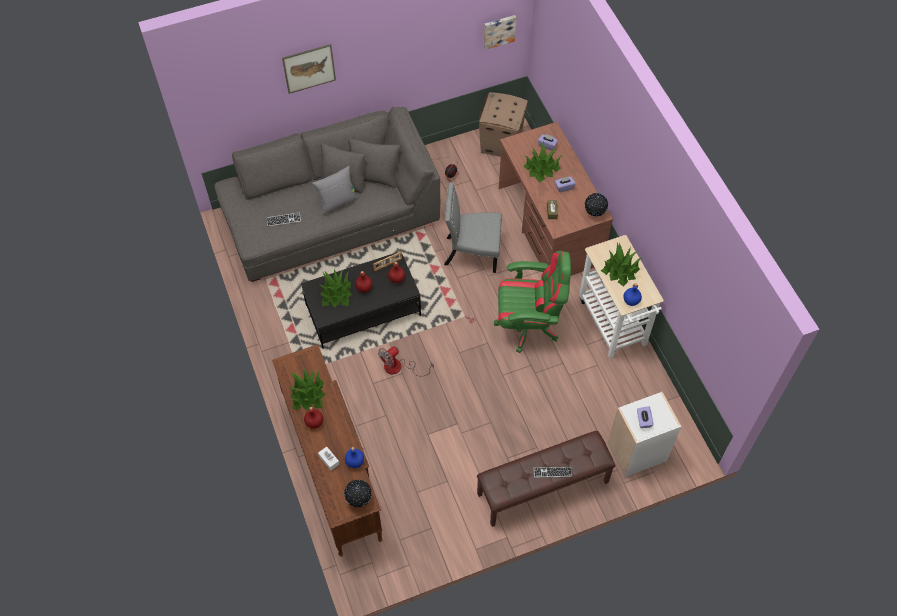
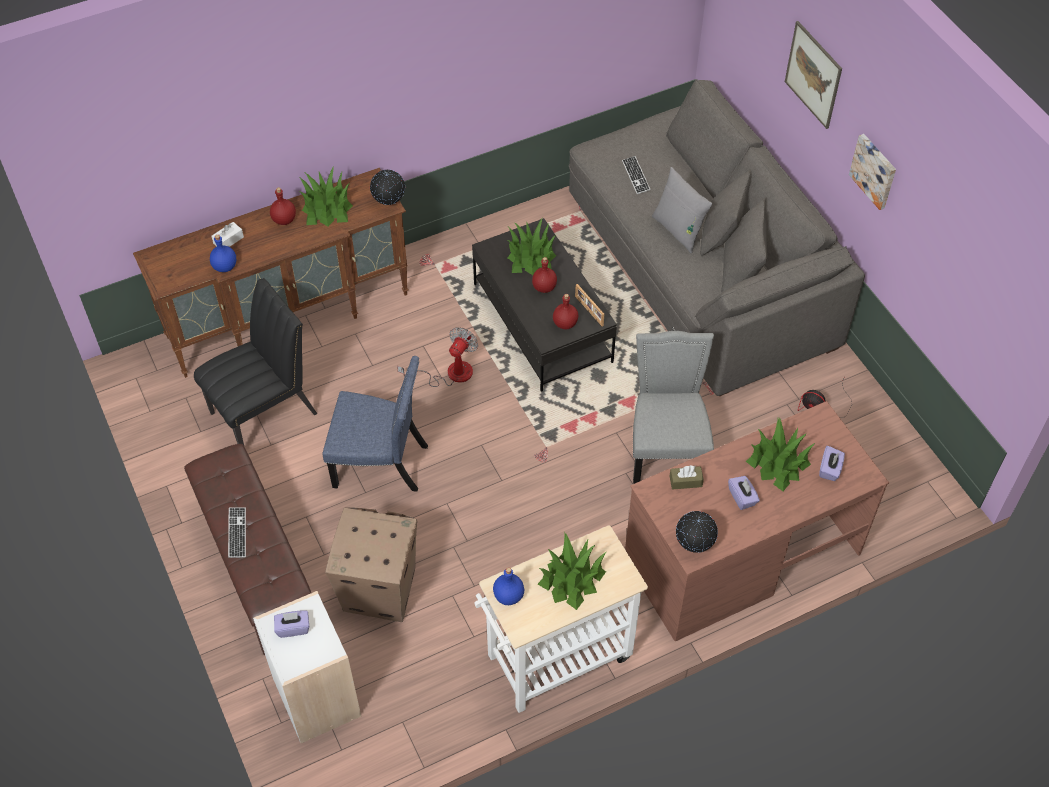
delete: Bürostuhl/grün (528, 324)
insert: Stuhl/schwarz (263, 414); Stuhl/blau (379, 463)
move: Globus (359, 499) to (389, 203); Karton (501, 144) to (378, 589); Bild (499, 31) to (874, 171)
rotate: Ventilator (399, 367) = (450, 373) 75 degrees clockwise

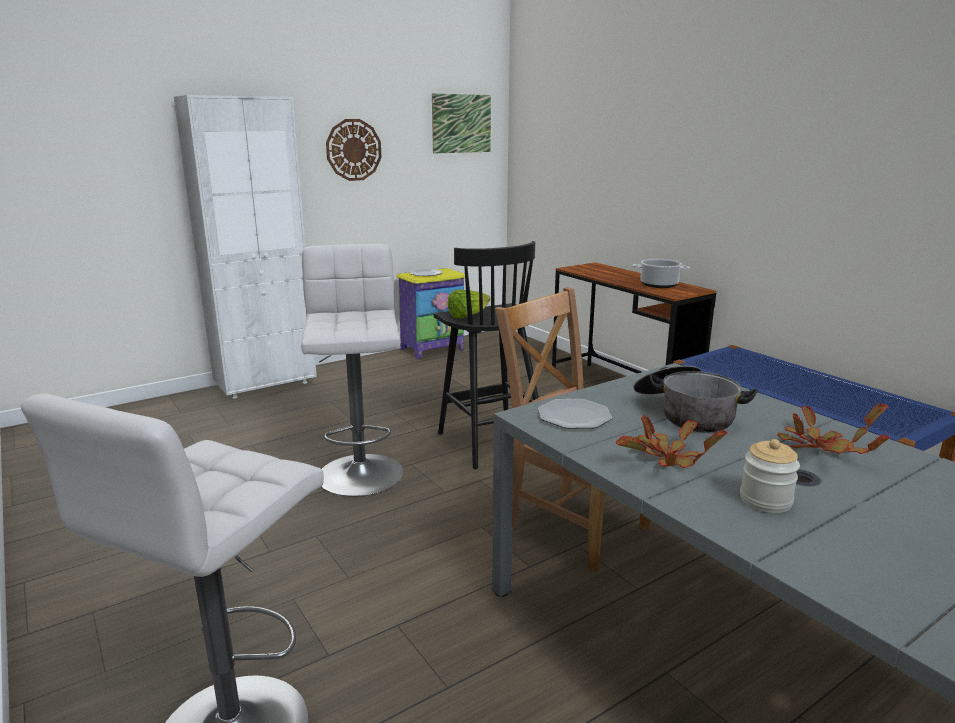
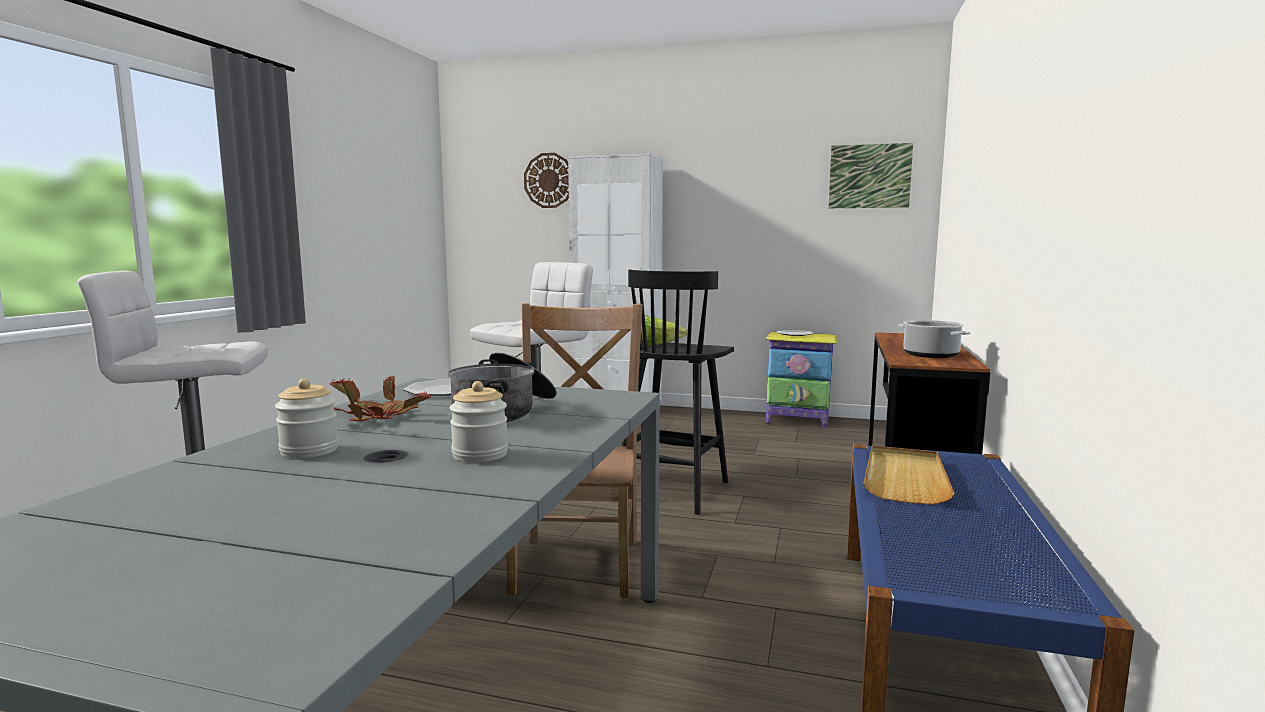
insert: Tablett/beige (905, 478)
move: Wanduhr (353, 150) to (549, 180)
replace: Topfpflanze (821, 448) to Vorratsglas (480, 454)

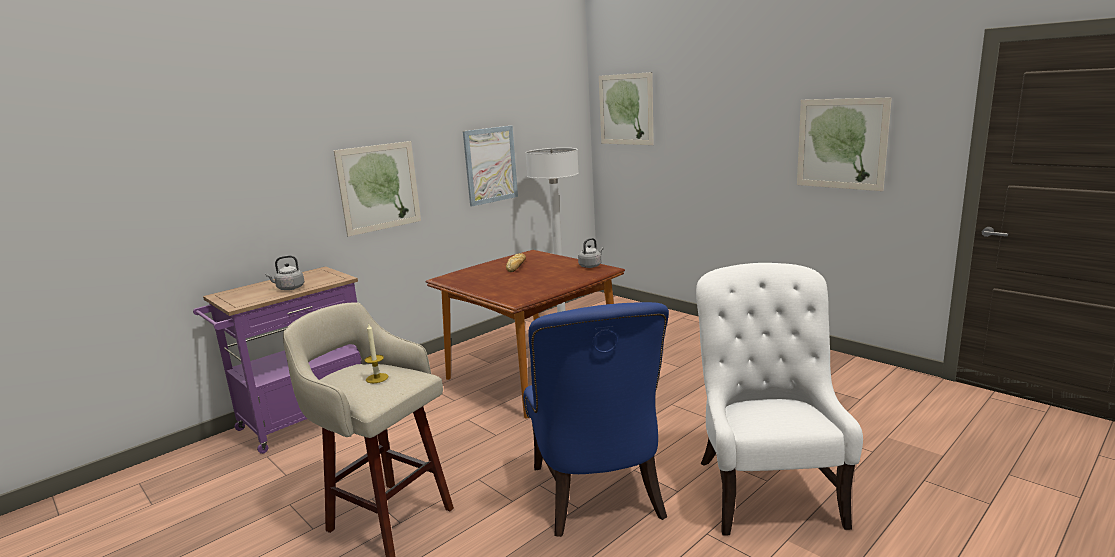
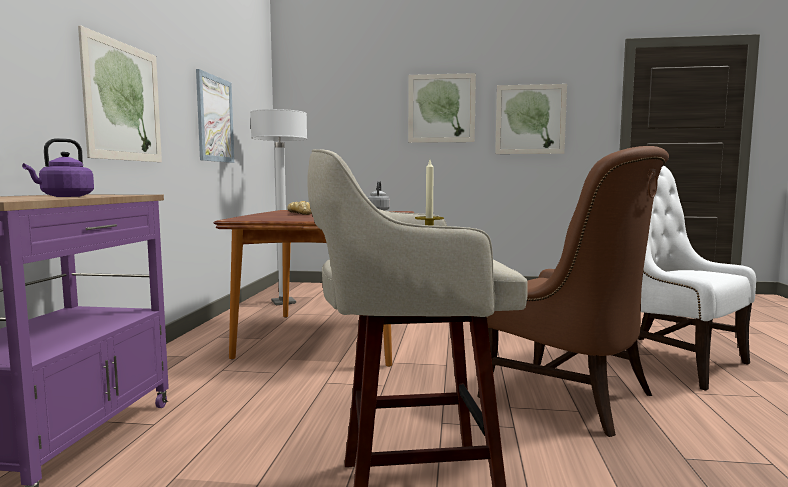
move: Bild (626, 109) to (441, 108)
recolor: Wasserkessel/grau (289, 288) to Wasserkessel/lila (64, 196); Stuhl/blau (598, 492) to Stuhl/braun (569, 395)

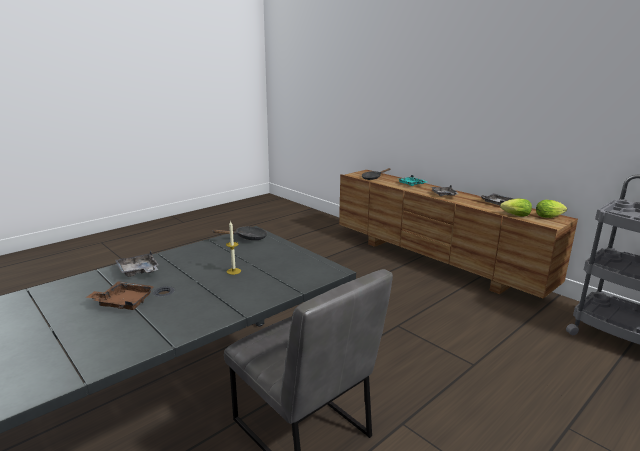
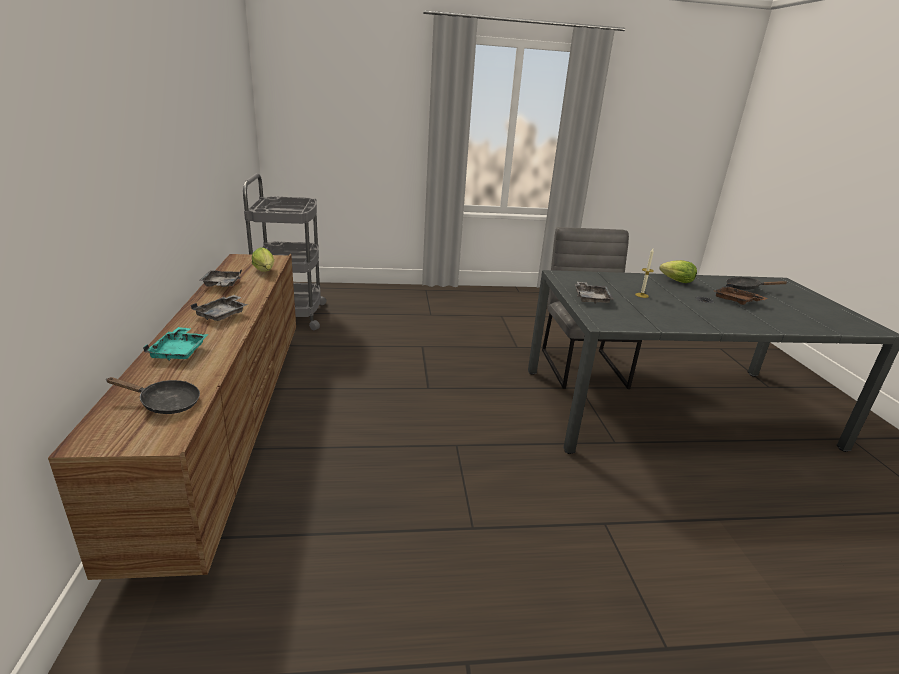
move: Tablett/grau (138, 271) to (591, 298); Pfanne/schwarz (248, 238) to (745, 288); Salatkopf (550, 217) to (674, 281)

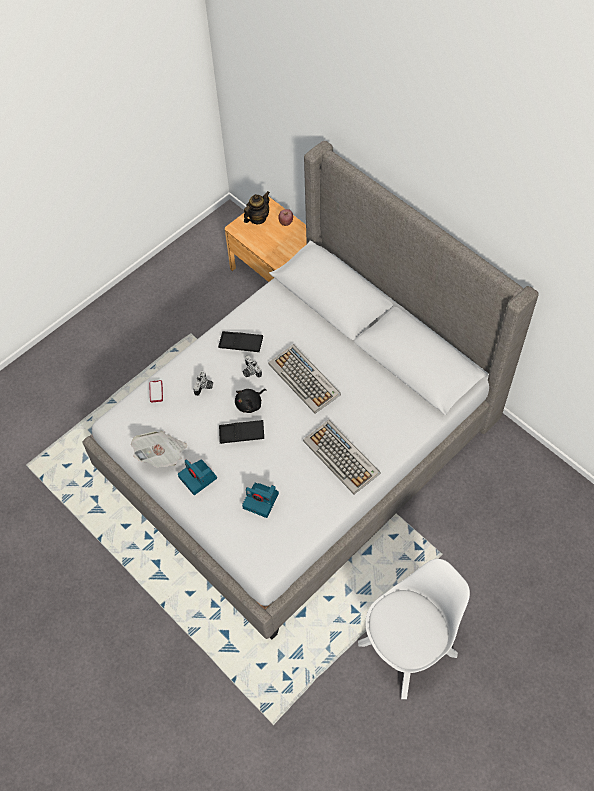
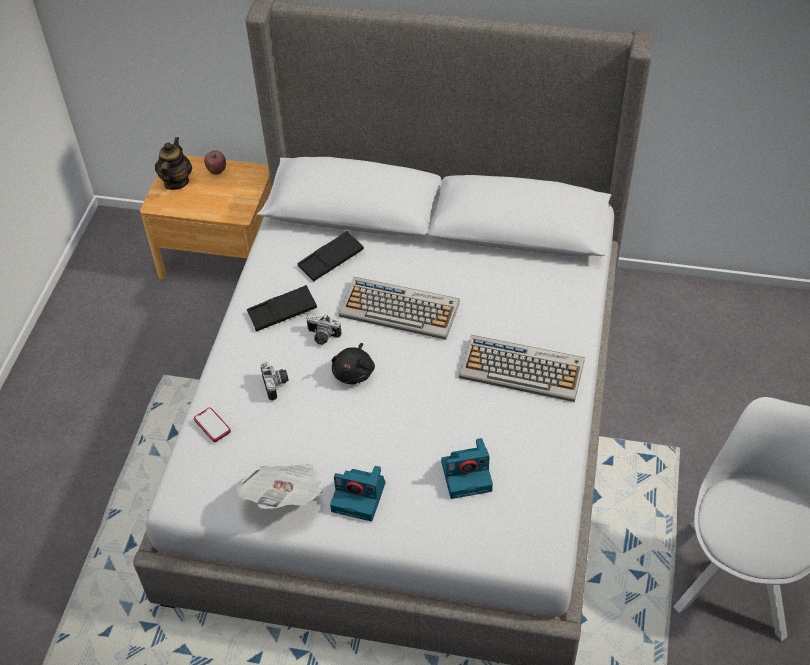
move: Tablett/schwarz (241, 433) to (331, 260)

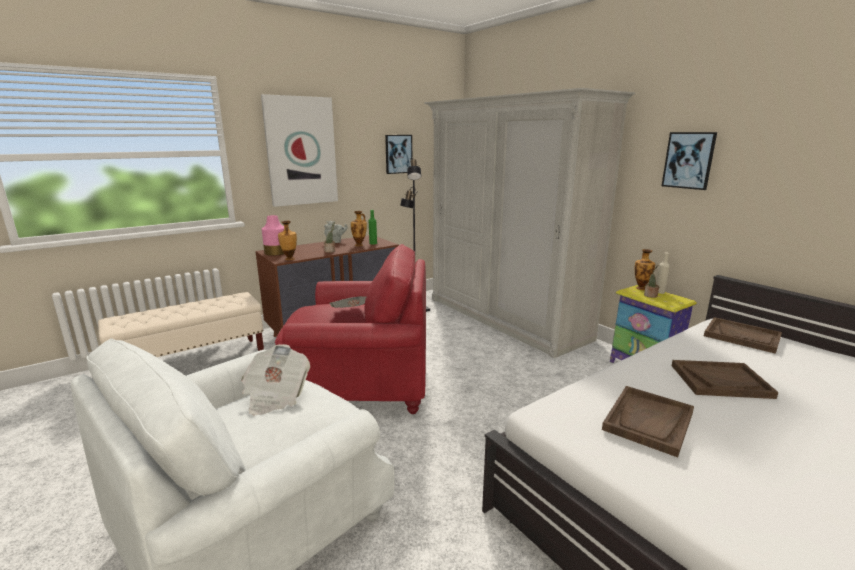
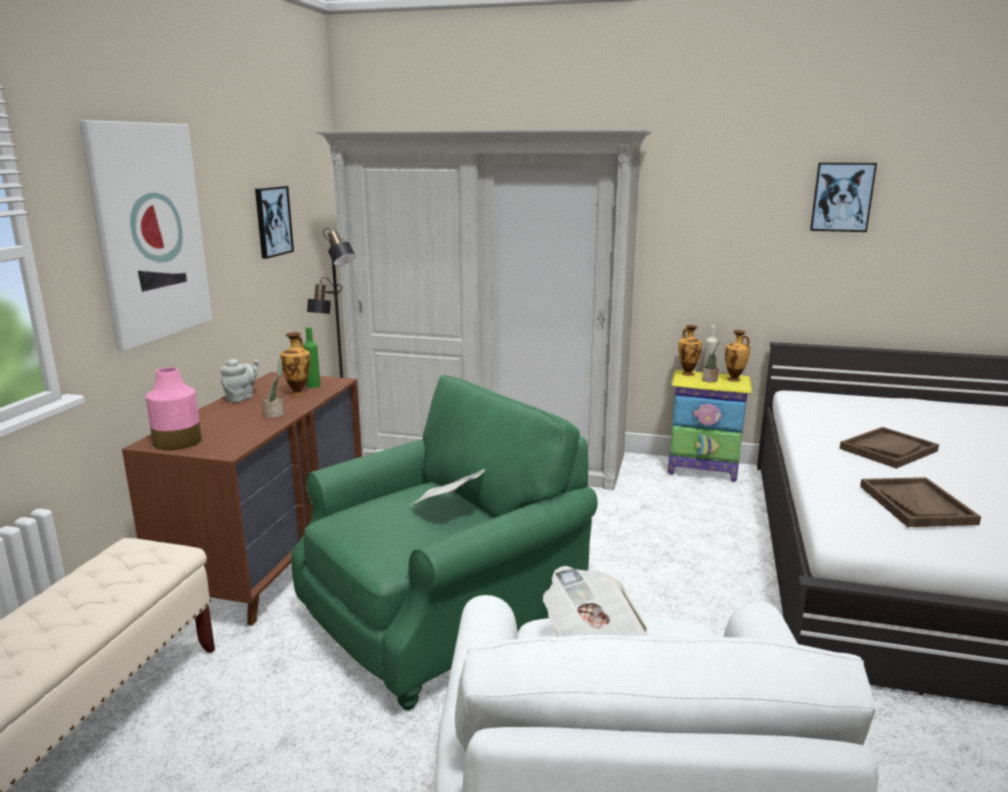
delete: Tablett/braun (742, 336)
move: Vase (289, 259) to (734, 380); Bild (688, 160) to (842, 197)
recolor: Sessel/rot (359, 383) to Sessel/grün (443, 619)

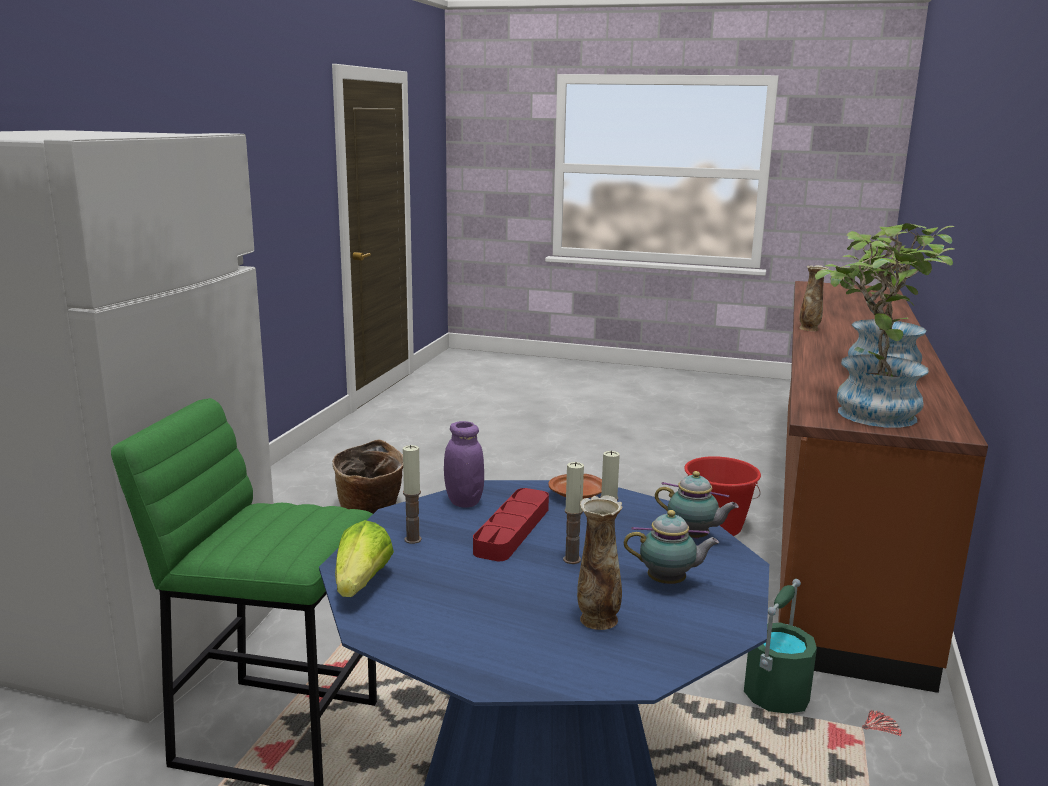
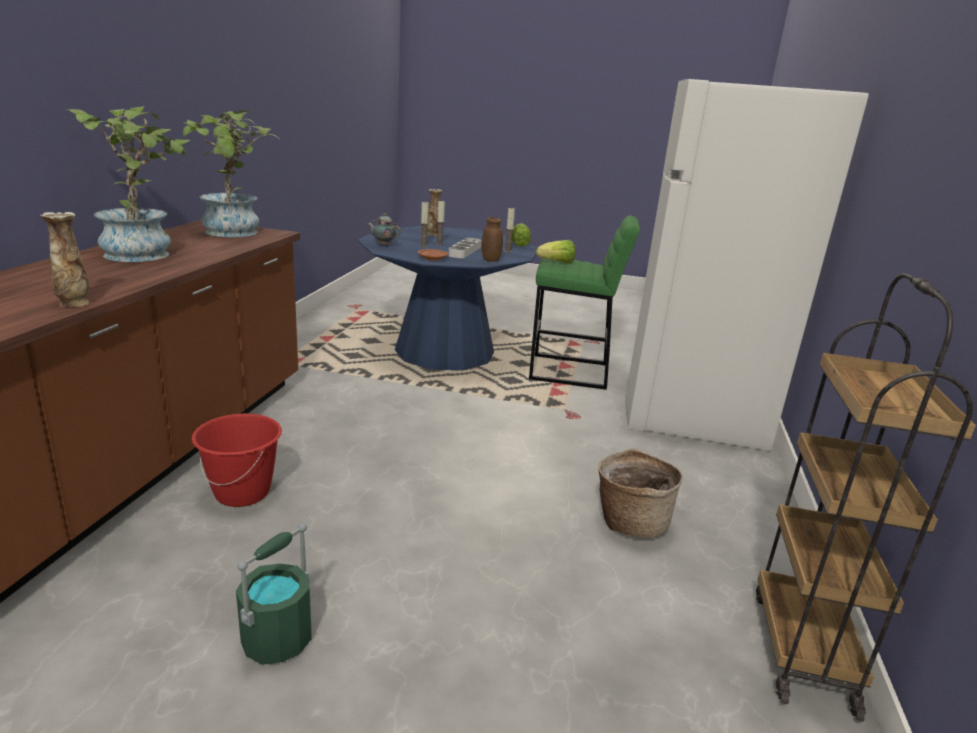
delete: Teekanne (669, 582)
insert: Salatkopf (557, 262); Rollwagen/braun (803, 651)
move: Eimer/grün (776, 695) to (276, 640)
recolor: Vorratsglas/lila (464, 502) to Vorratsglas/braun (491, 260); Tablett/rot (512, 530) to Tablett/grau (465, 251)

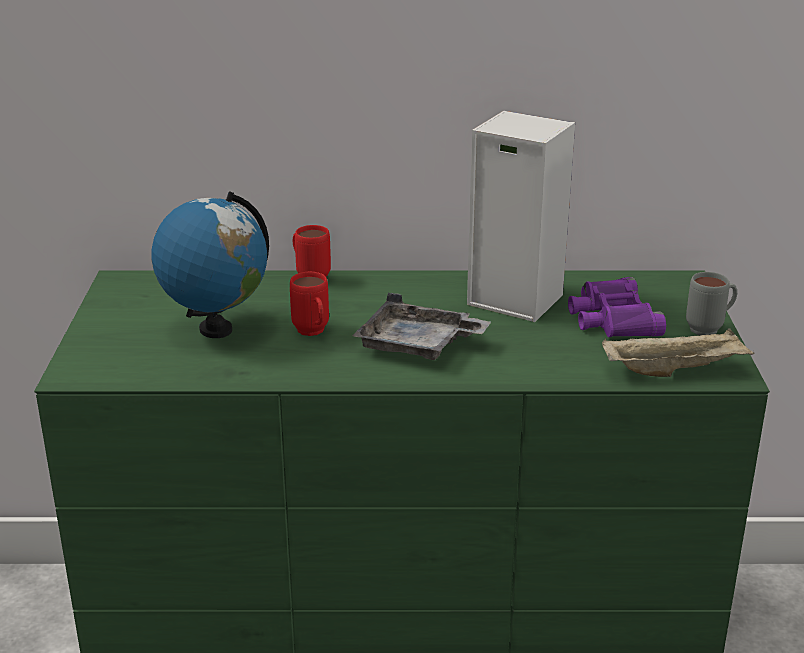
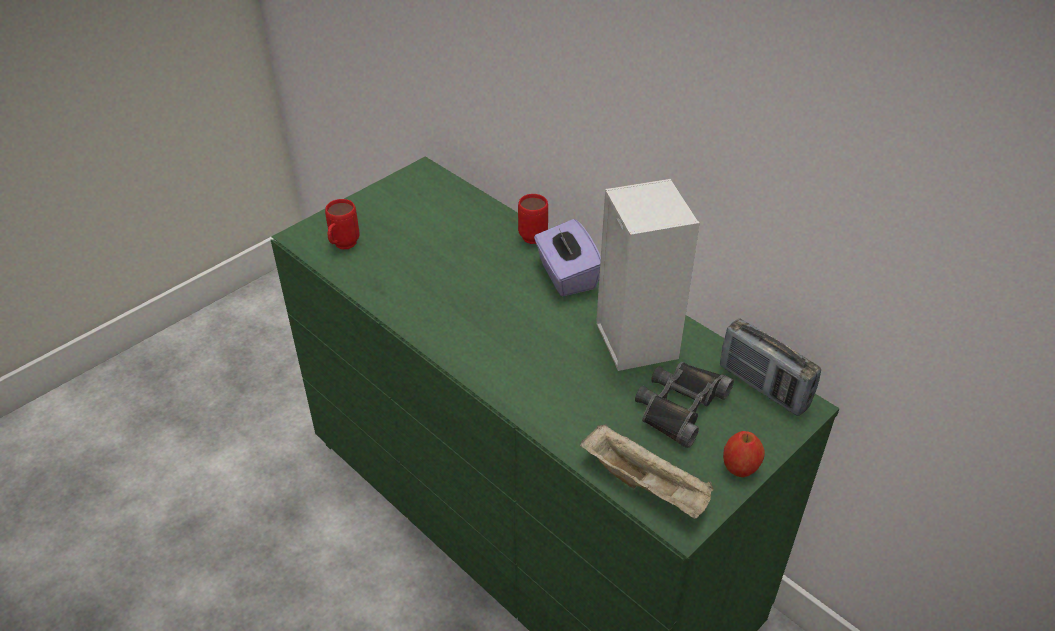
delete: Globus (216, 329); Tablett/grau (418, 345)
insert: Taschentuchbox/lila (566, 275); Radio (763, 387)
move: Henkelbecher/rot (313, 333) to (342, 247)
replace: Henkelbecher/grau (710, 329) to Apfel (740, 468)
recolor: Fernglas/lila (612, 318) to Fernglas/schwarz (679, 405)

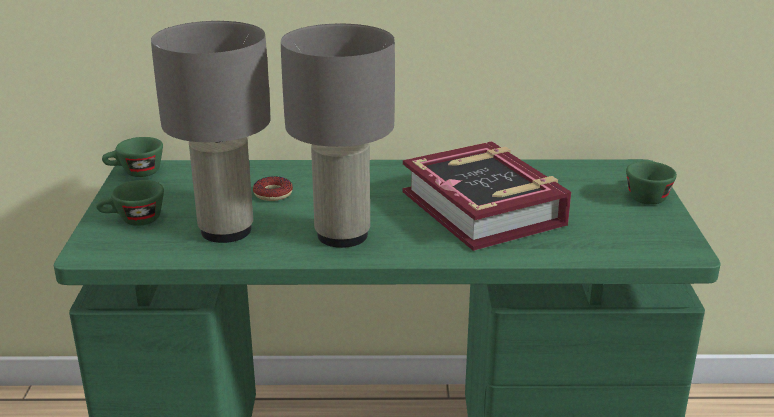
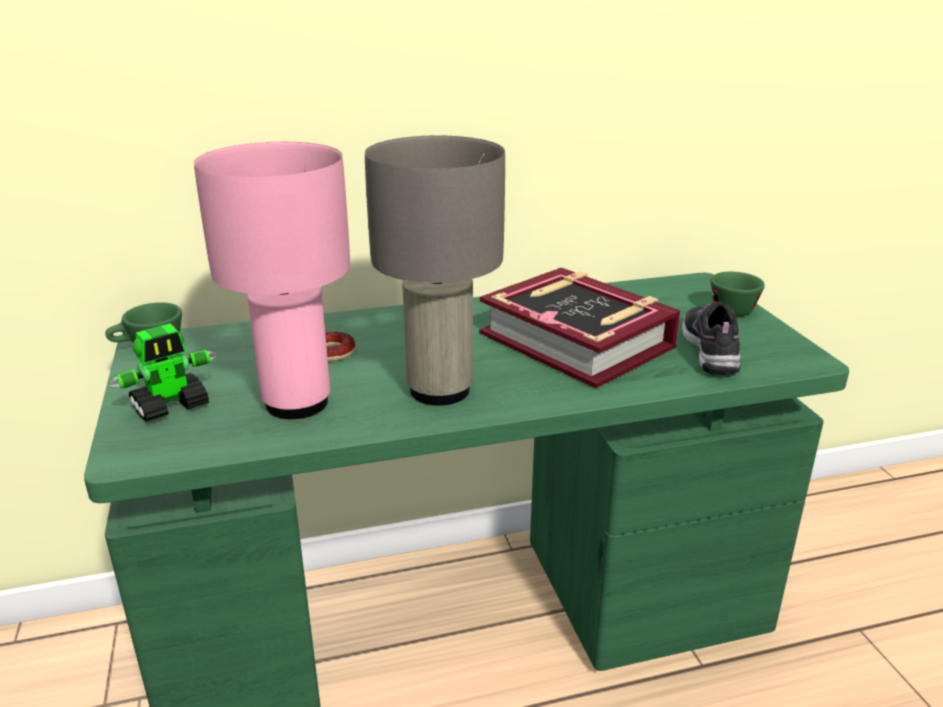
insert: Schuh (710, 350)
replace: Tasse/grün (133, 220) to Spielzeugroboter (172, 406)
recolor: Tischlampe/grau (226, 230) to Tischlampe/rosa (296, 402)

